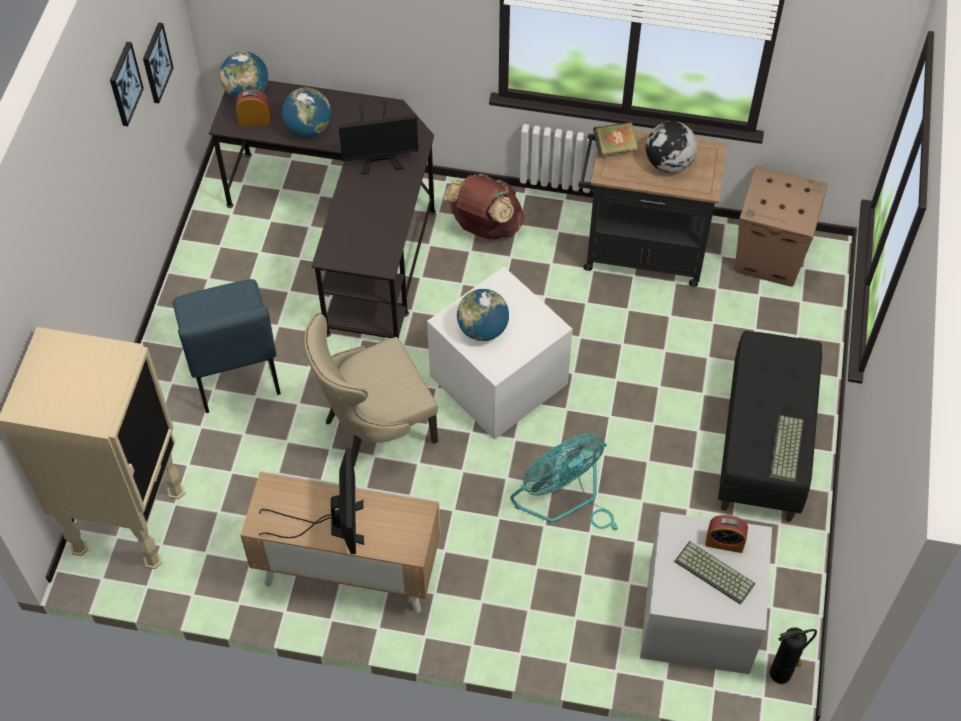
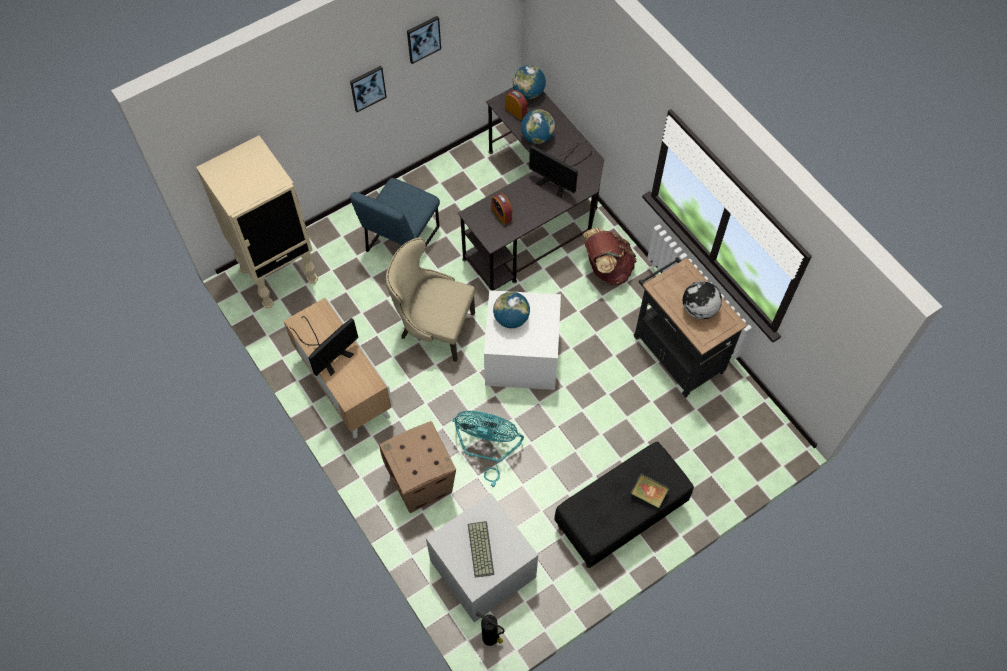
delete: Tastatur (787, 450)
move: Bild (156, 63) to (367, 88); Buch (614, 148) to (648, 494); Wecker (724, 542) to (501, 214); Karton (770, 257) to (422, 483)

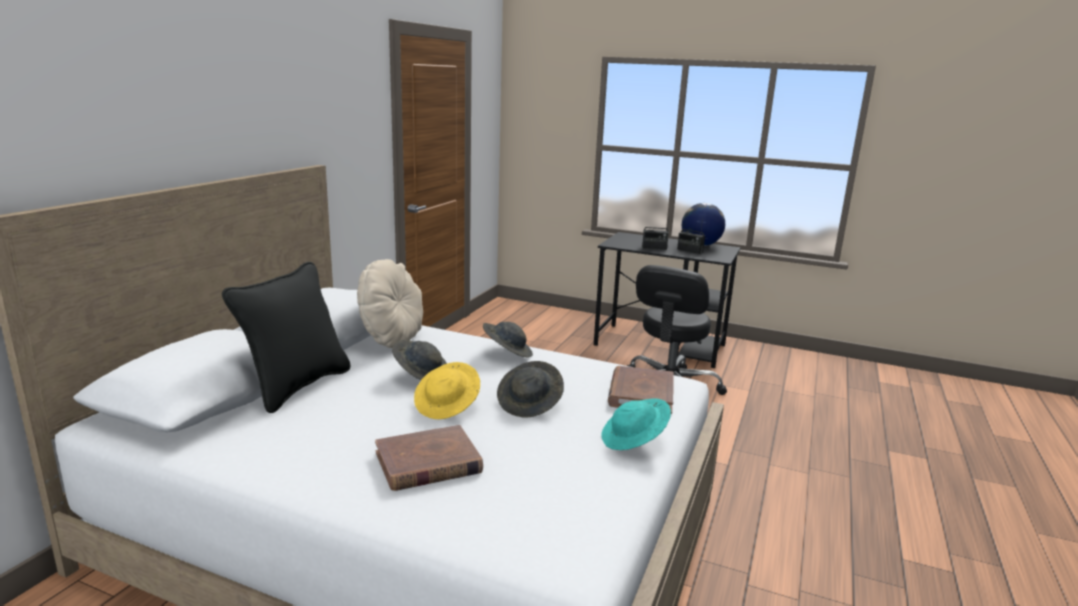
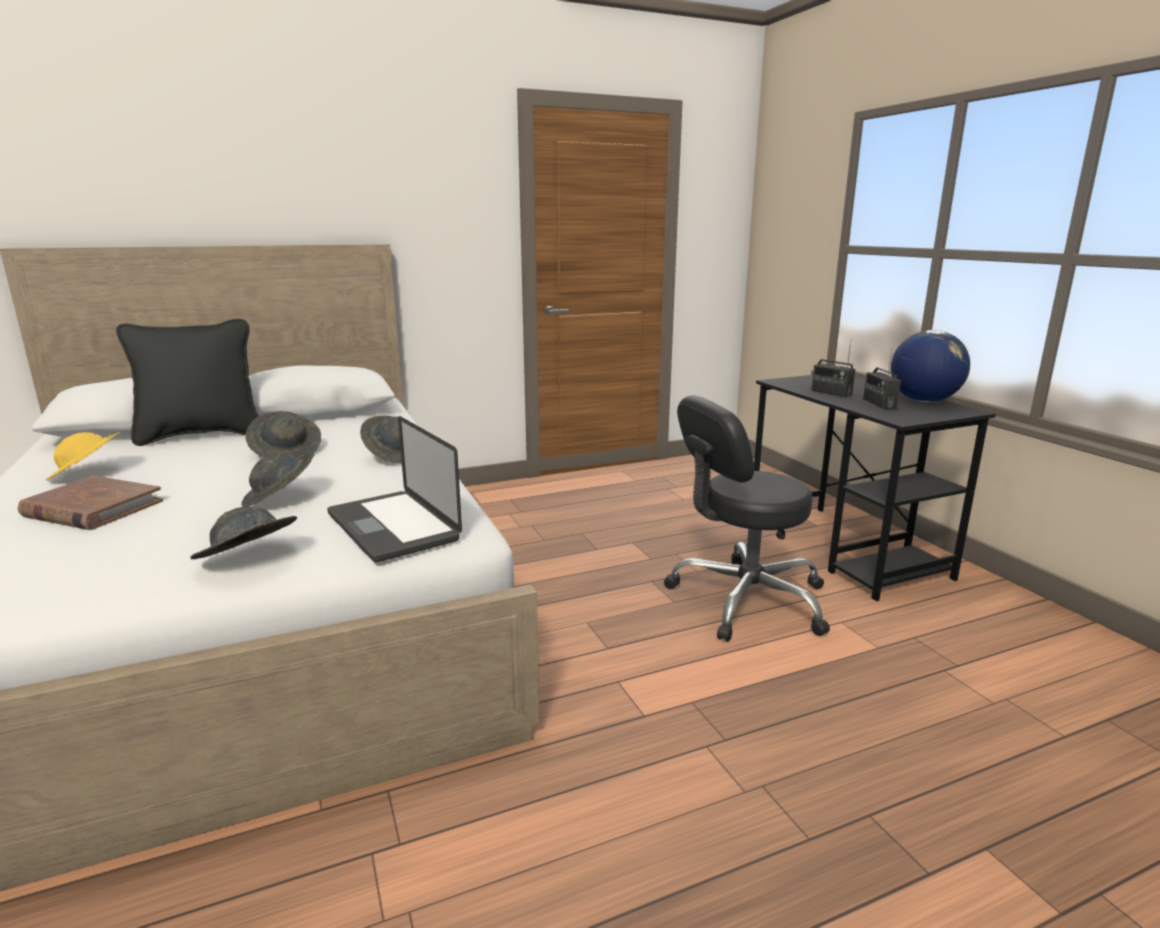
delete: Kissen/beige (392, 341)
move: Hut/gelb (447, 405) to (87, 474)
replace: Buch/braun (641, 393) to Laptop (392, 527)
recolor: Hut/türkis (634, 440) to Hut/grau (249, 561)

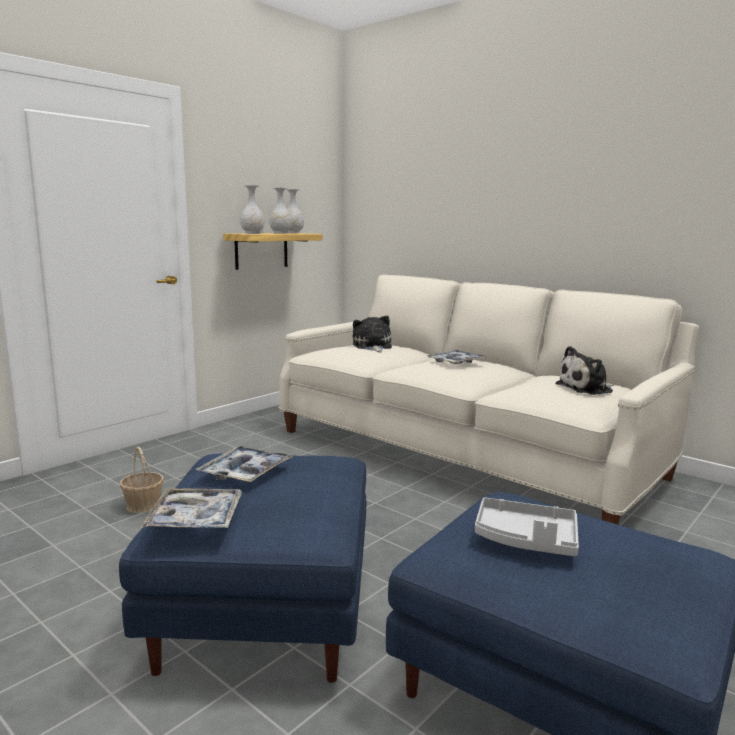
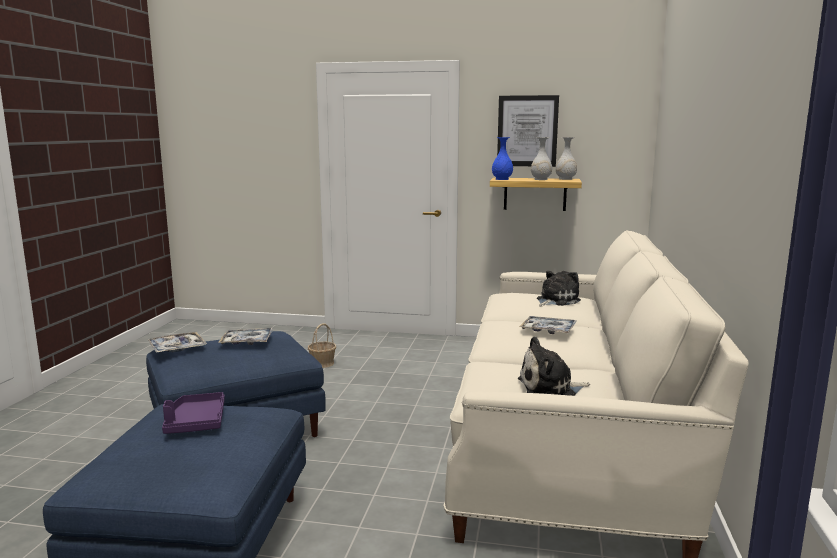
insert: Bild (527, 131)
recolor: Vase/weiß (253, 233) to Vase/blau (502, 179); Tablett/grau (526, 539) to Tablett/lila (195, 422)
rotate: Plüschtier (587, 388) = (550, 388) 45 degrees counterclockwise

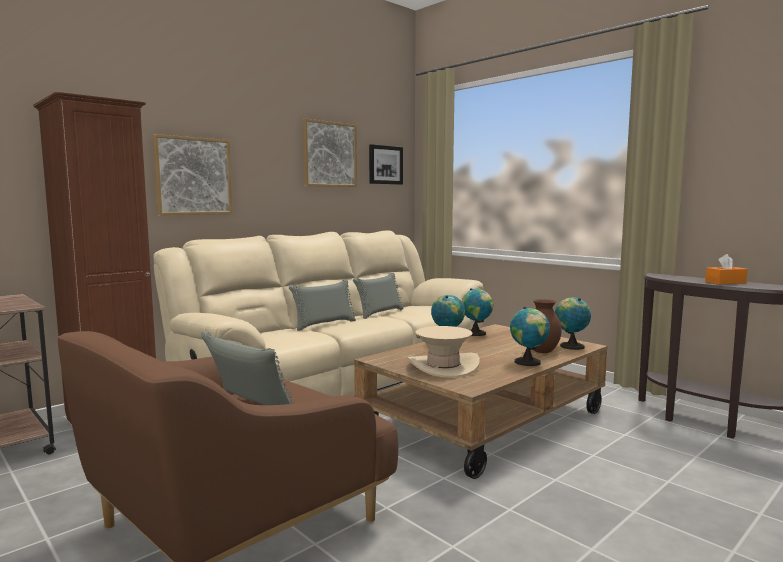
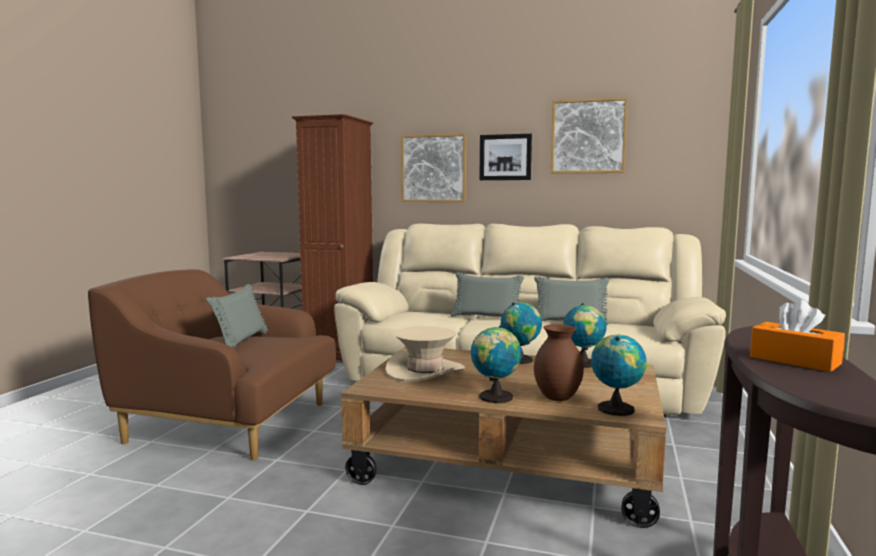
move: Bild (385, 165) to (505, 157)

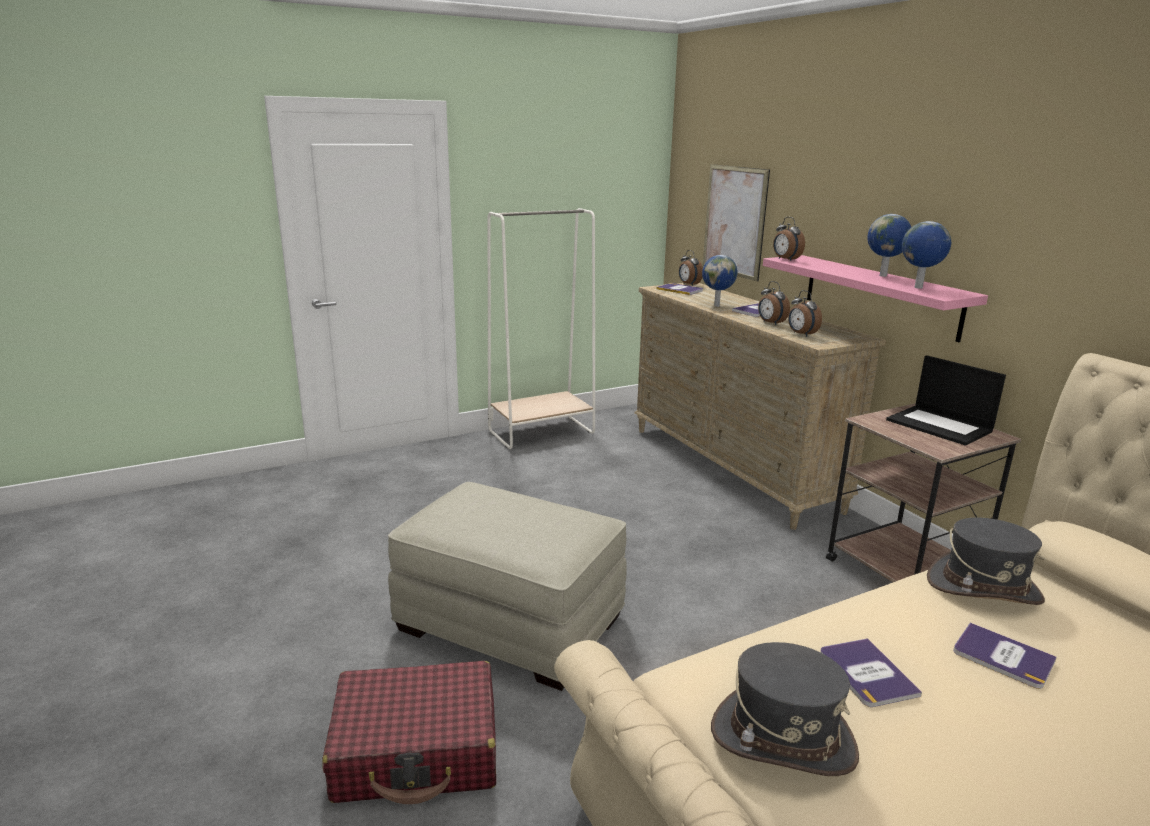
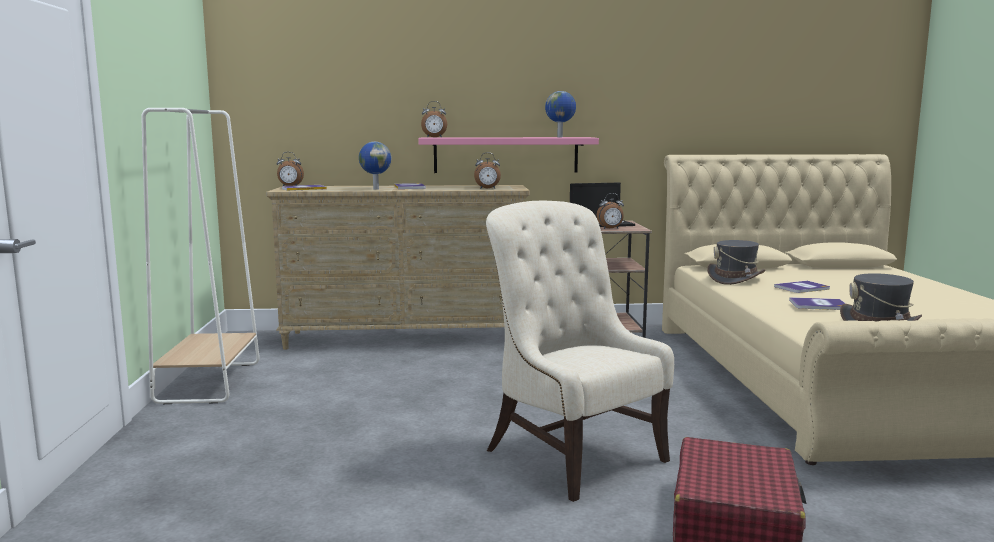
delete: Bild (734, 221); Globus (884, 276)
move: Wecker (770, 323) to (610, 229)
replace: Polsterhocker/beige (512, 623) to Sessel/beige (572, 455)

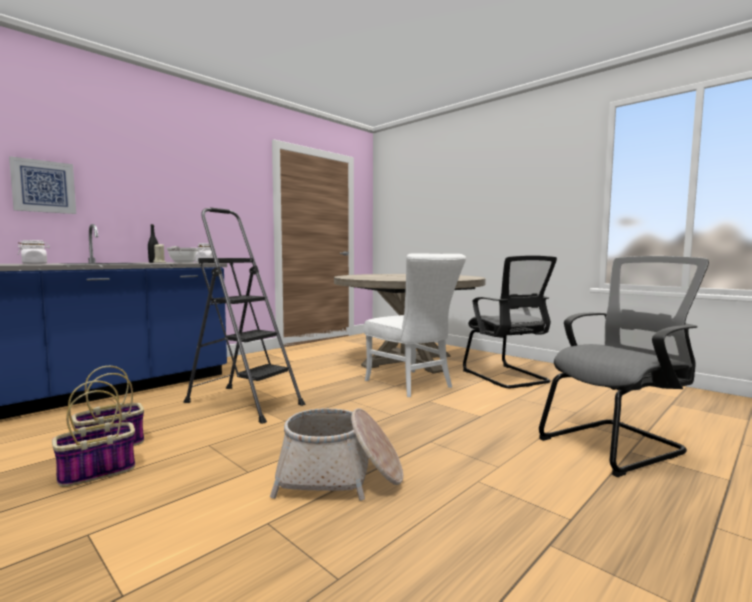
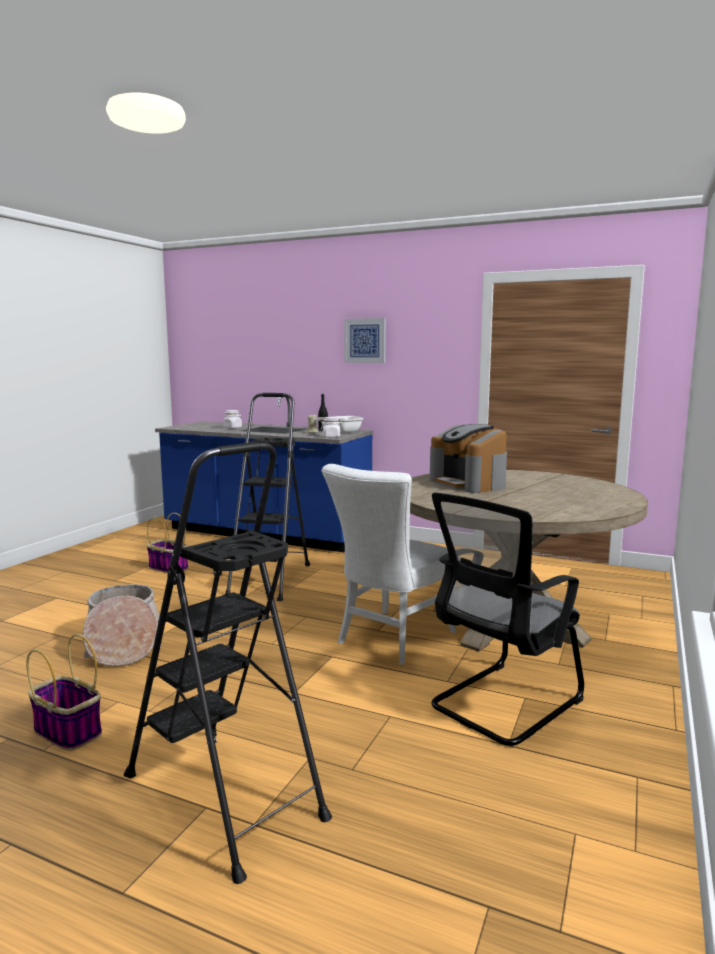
insert: Kaffeemaschine (468, 484)
move: Bild (43, 186) to (365, 340); Korb (96, 472) to (66, 731)
replace: Stuhl (616, 445) to Trittleiter (224, 796)

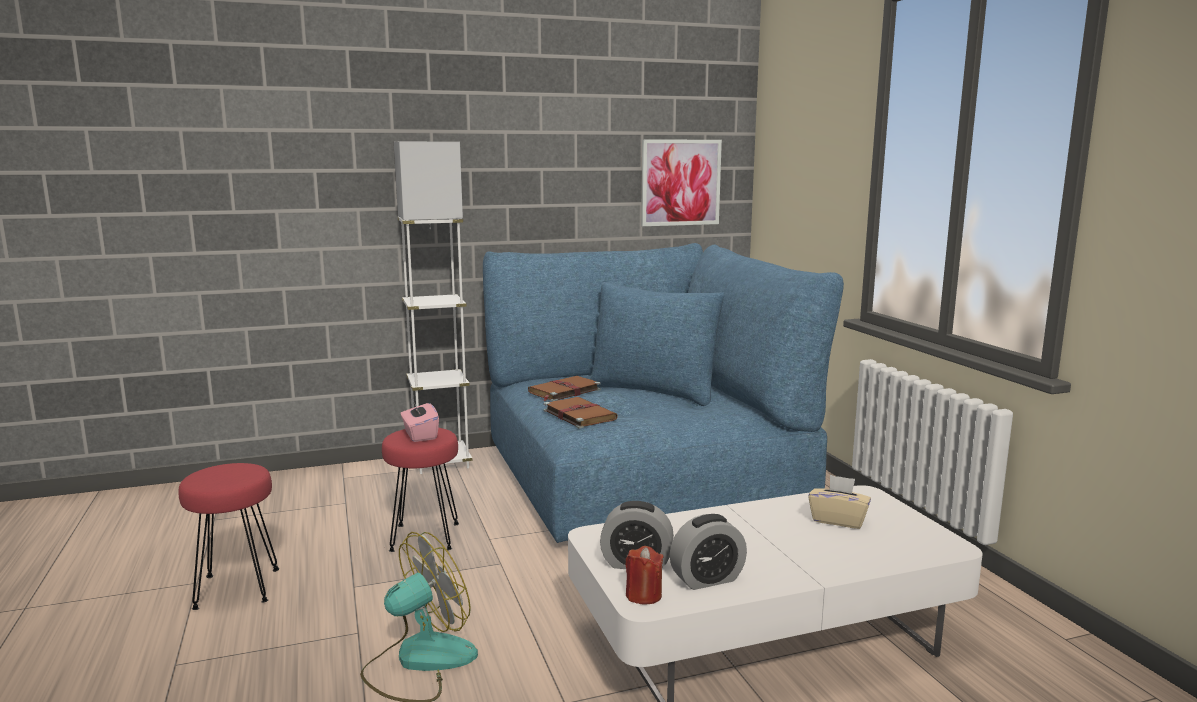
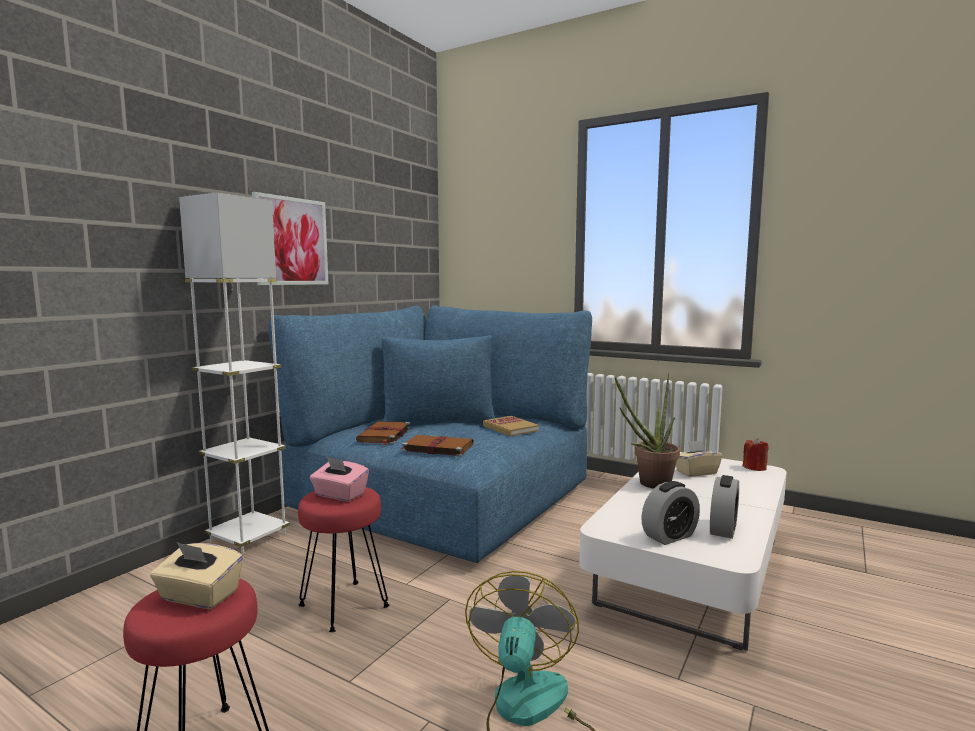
insert: Taschentuchbox/beige (199, 596); Buch (510, 428); Topfpflanze (649, 484)
move: Kerze/rot (643, 595) to (754, 468); Bild (680, 182) to (291, 241)

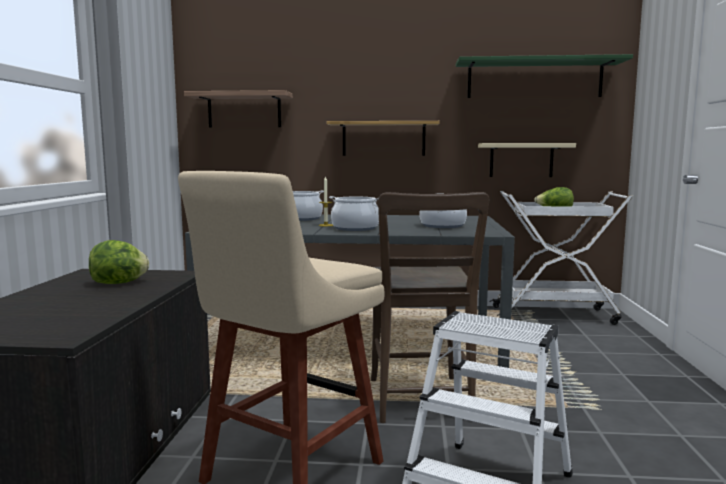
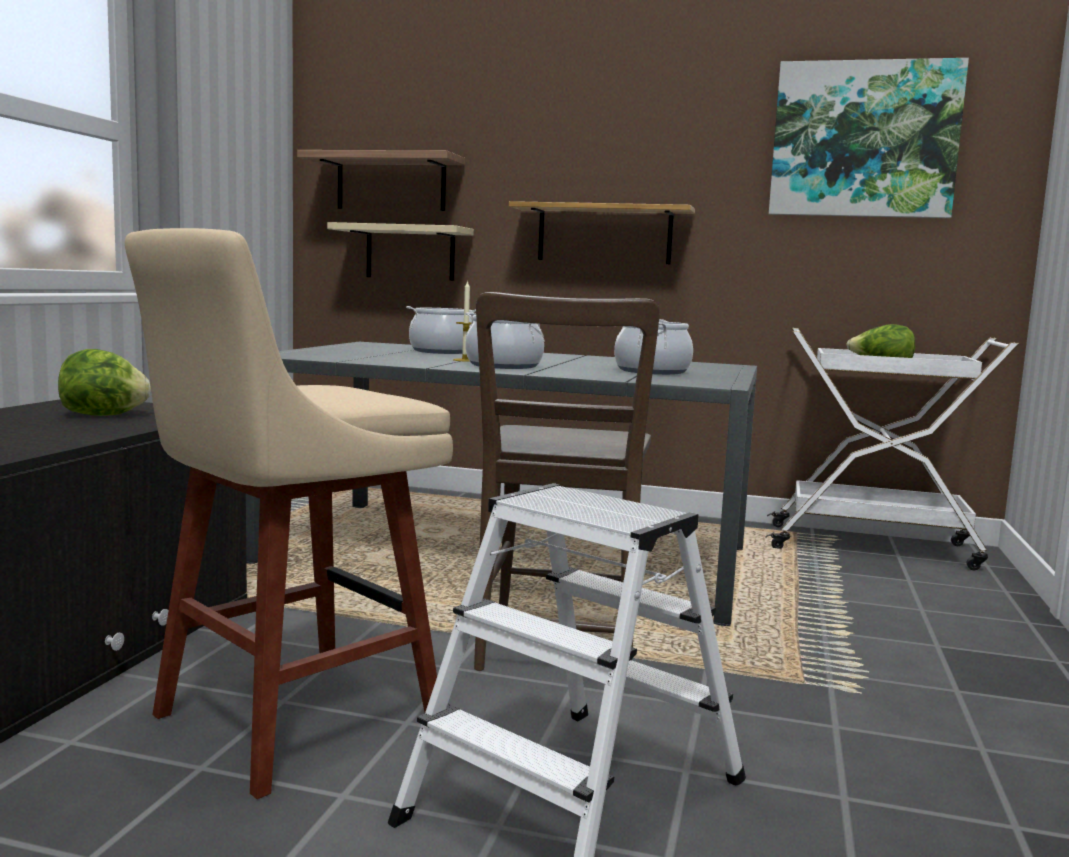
move: Wandregal/beige (521, 160) to (410, 253)
replace: Wandregal/grün (534, 80) to Bild (864, 140)

